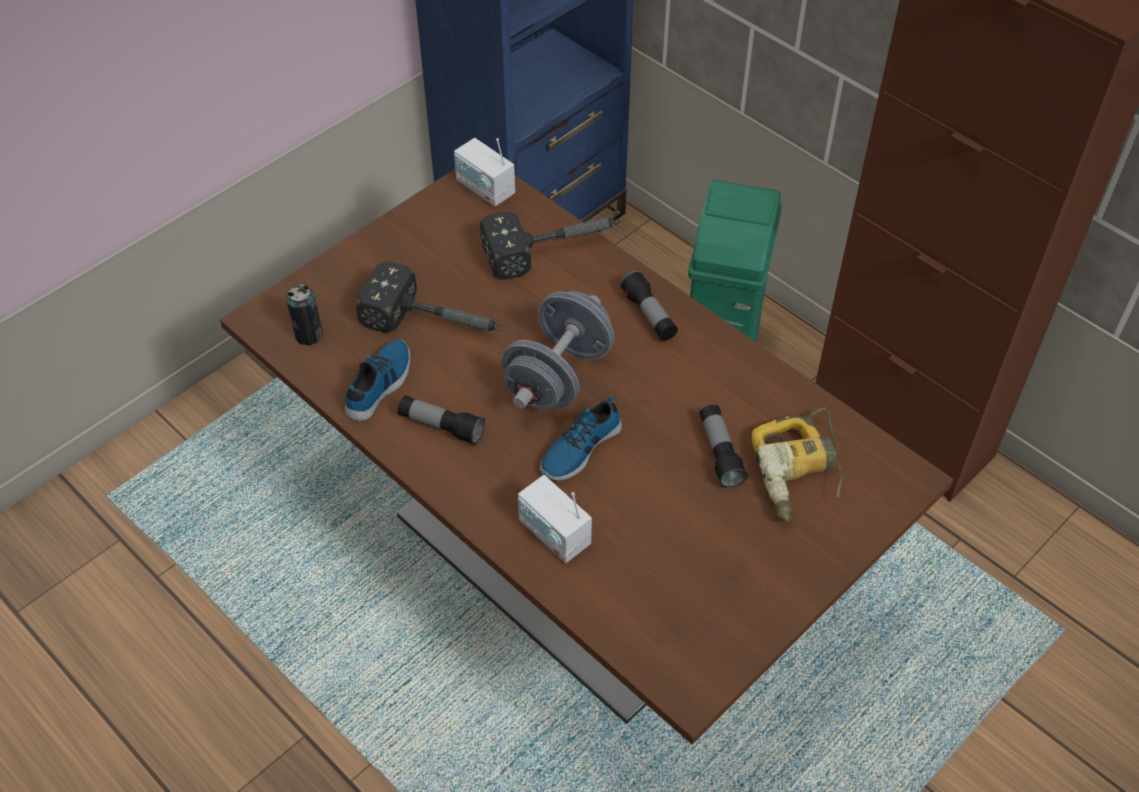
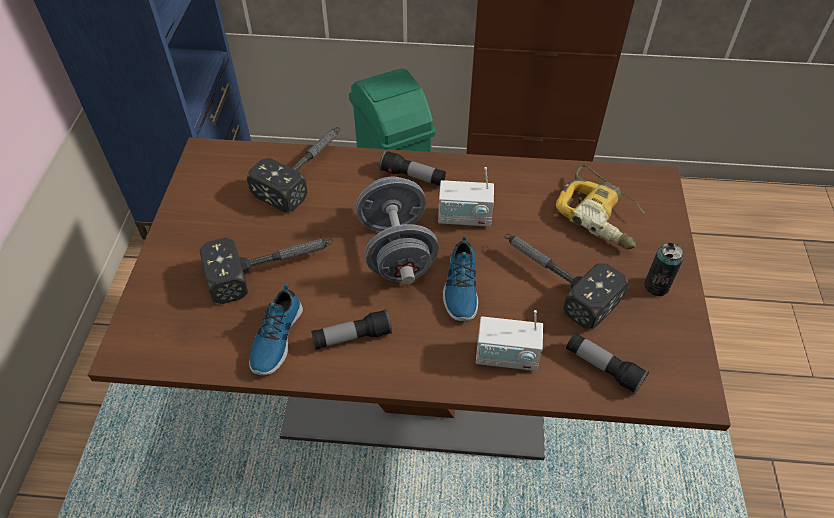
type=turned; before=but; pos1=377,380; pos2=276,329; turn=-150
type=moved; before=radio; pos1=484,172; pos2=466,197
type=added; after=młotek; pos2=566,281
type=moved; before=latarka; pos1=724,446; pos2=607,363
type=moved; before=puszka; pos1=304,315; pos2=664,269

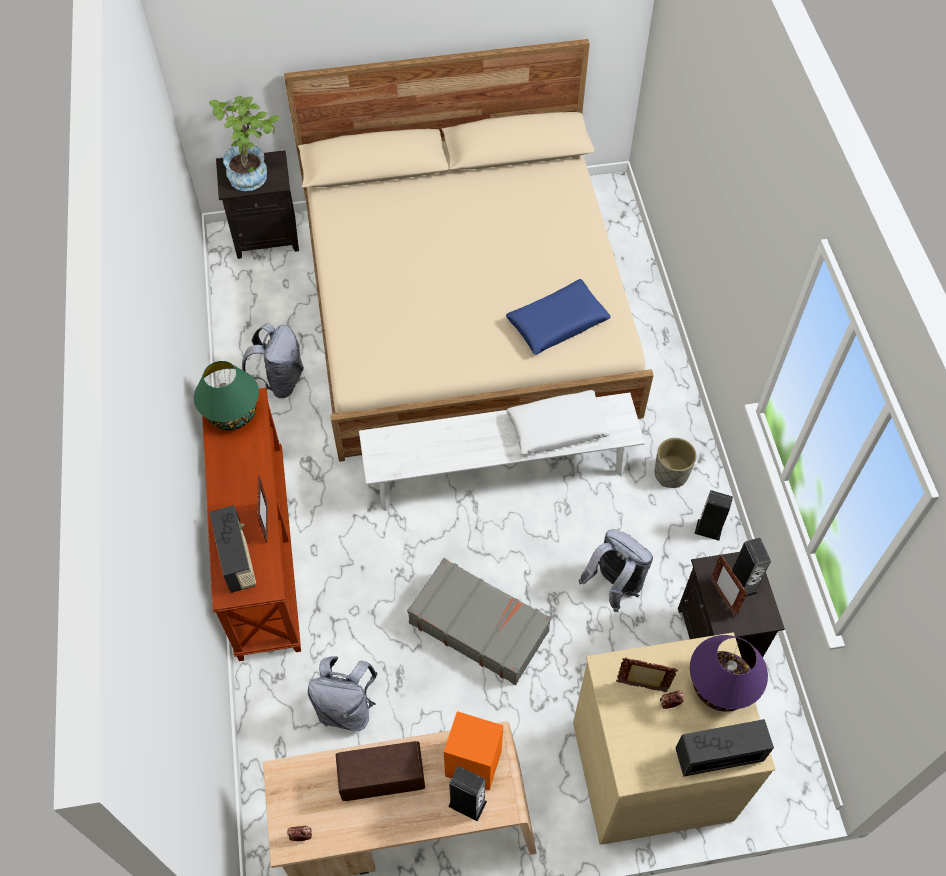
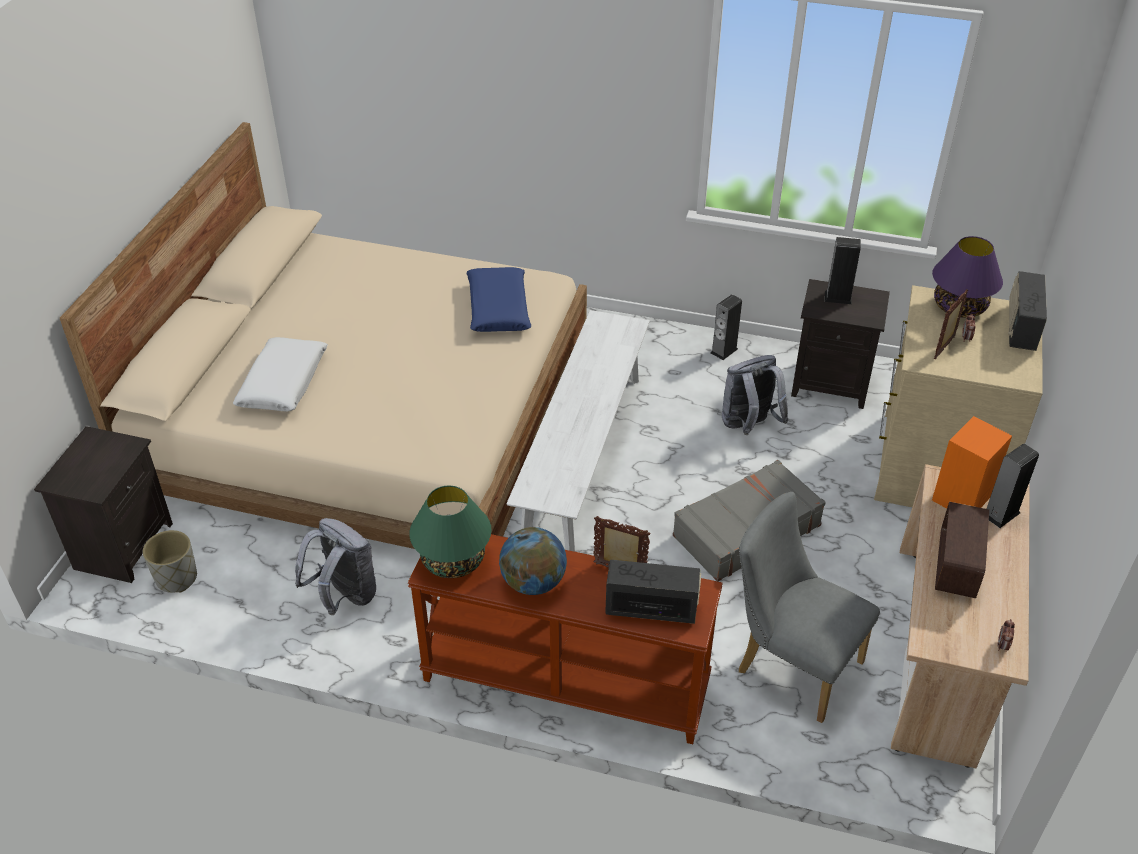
type=moved; before=donica/szary; pos1=675,463; pos2=170,561
type=moved; before=poduszka/biały; pos1=558,422; pos2=280,374
type=added; after=globus; pos2=533,561
type=replaced; before=plecak/szary; after=krzesło/szary; pos1=343,693; pos2=809,607
type=removed; before=roślina doniczkowa; pos1=244,143
type=removed; before=ramka na zdjęcie; pos1=729,586

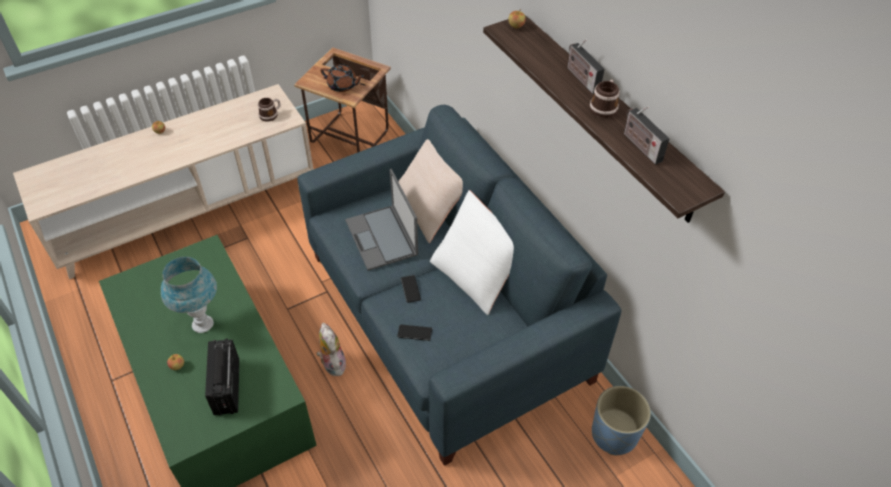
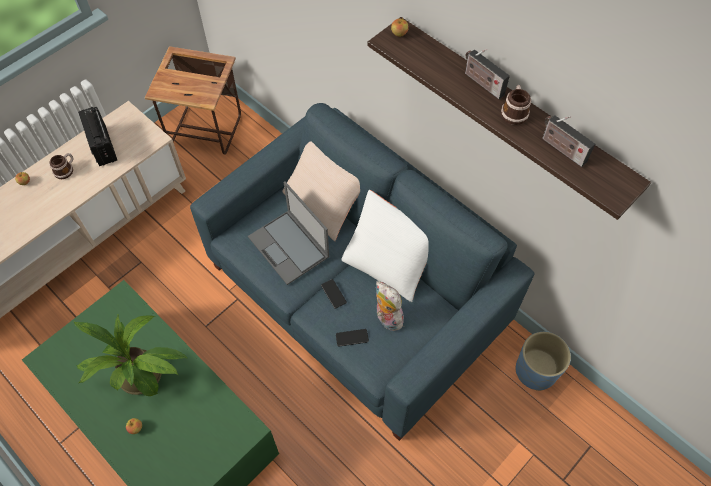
type=moved; before=kubek; pos1=269,110; pos2=61,166
type=replaced; before=lampa stołowa/niebieski; after=roślina doniczkowa; pos1=189,295; pos2=131,354
type=moved; before=radio; pos1=222,377; pos2=97,136
type=moved; before=pluszak; pos1=331,349; pos2=389,306
type=removed; before=imbryk/brązowy; pos1=342,78

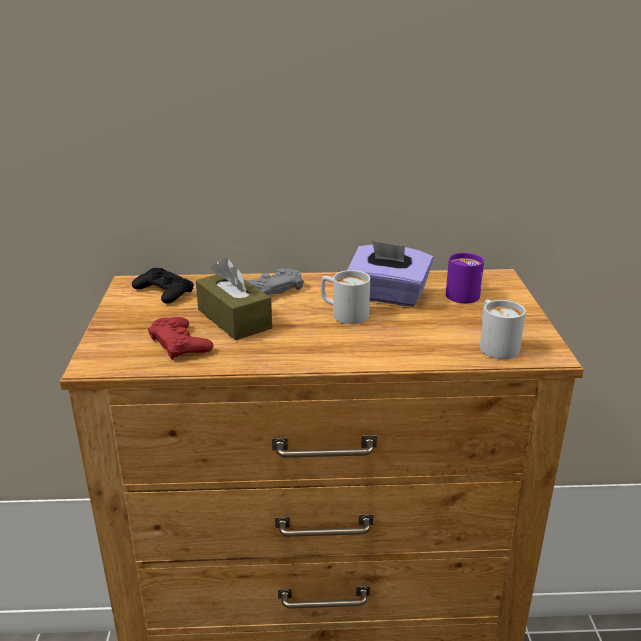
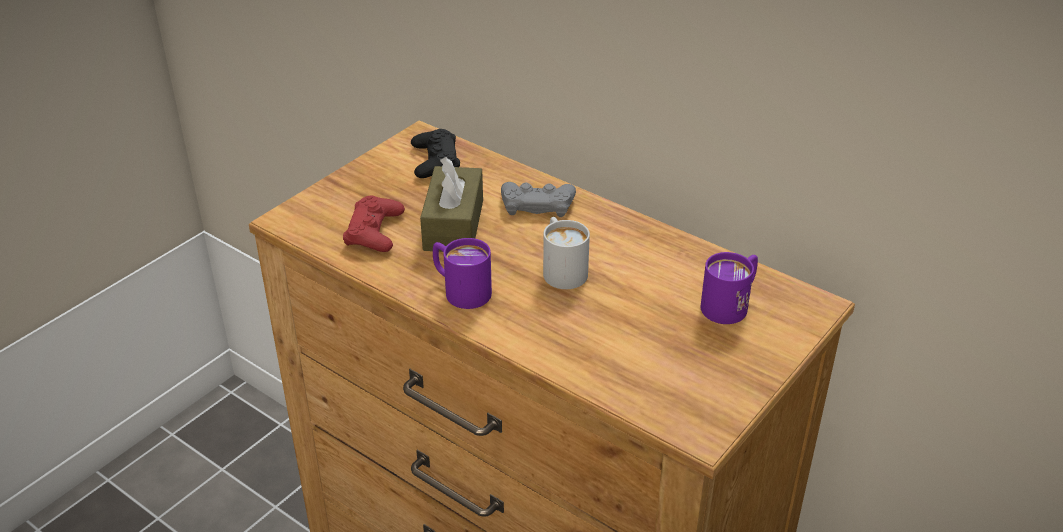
type=added; after=kubek/fioletowy; pos2=462,273
type=removed; before=pudełko chusteczek/fioletowy; pos1=390,274
type=removed; before=kubek/biały; pos1=503,329

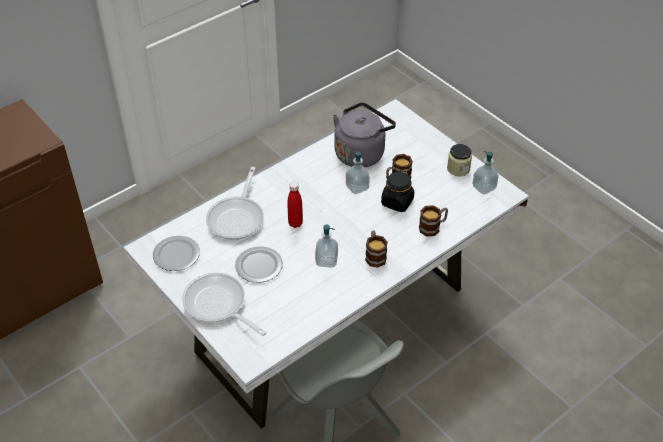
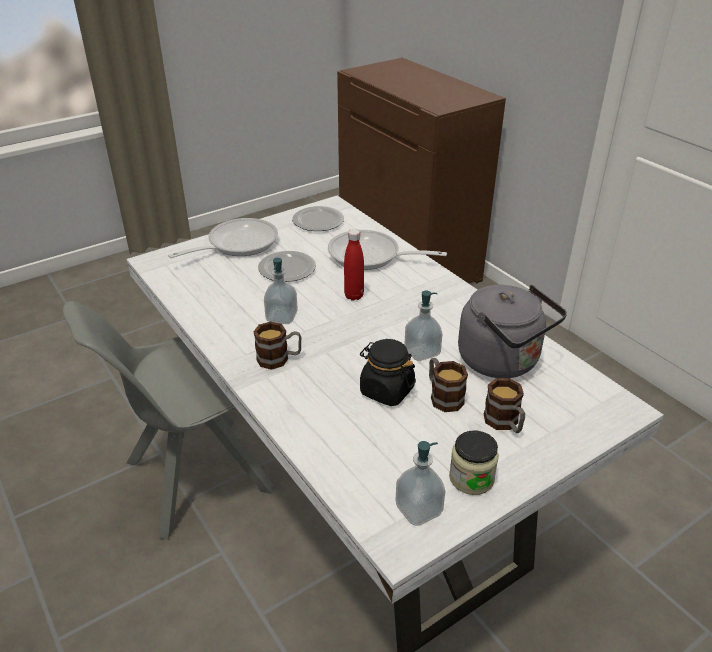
type=moved; before=kubek; pos1=433,220; pos2=504,405

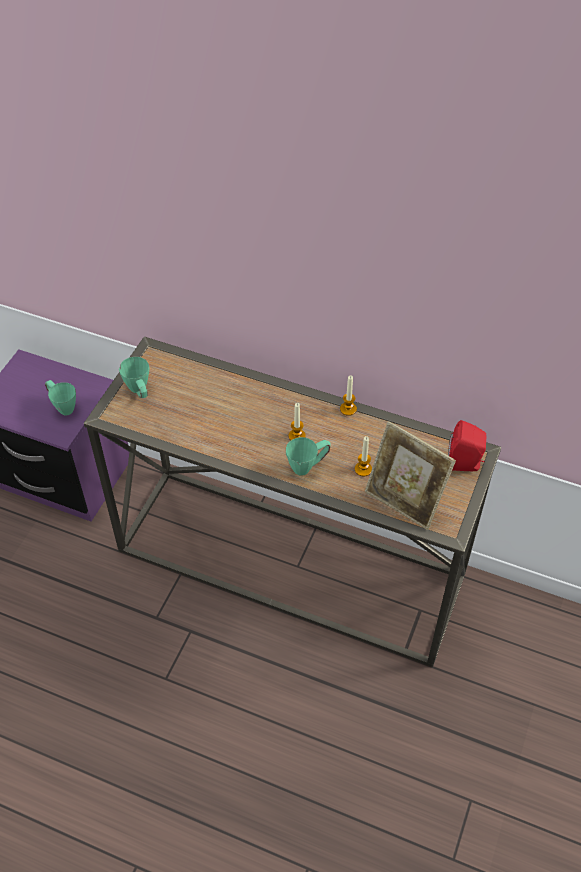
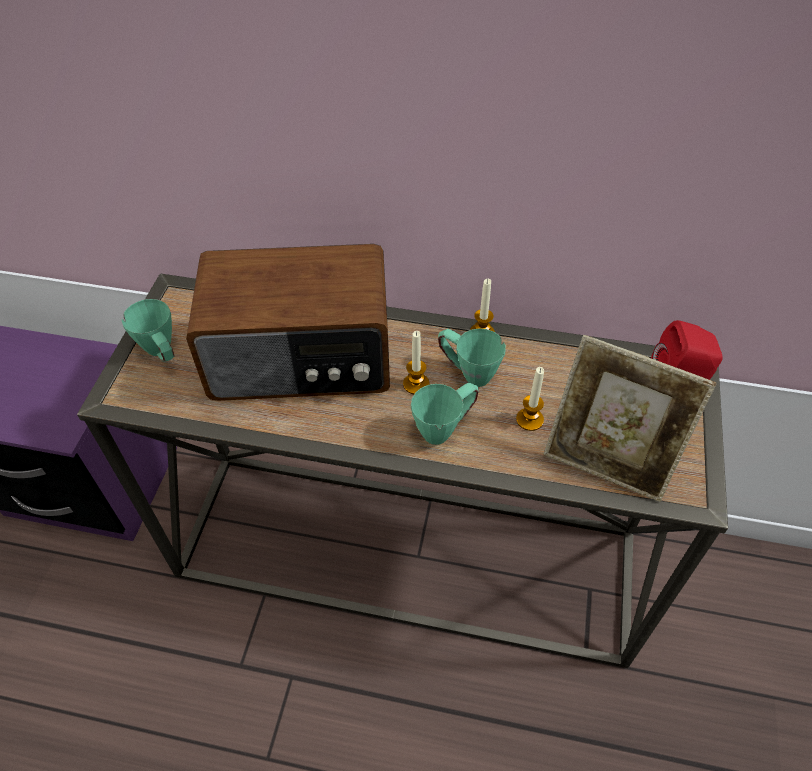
type=added; after=radio; pos2=288,322
type=moved; before=kubek/zielony; pos1=60,397; pos2=472,357

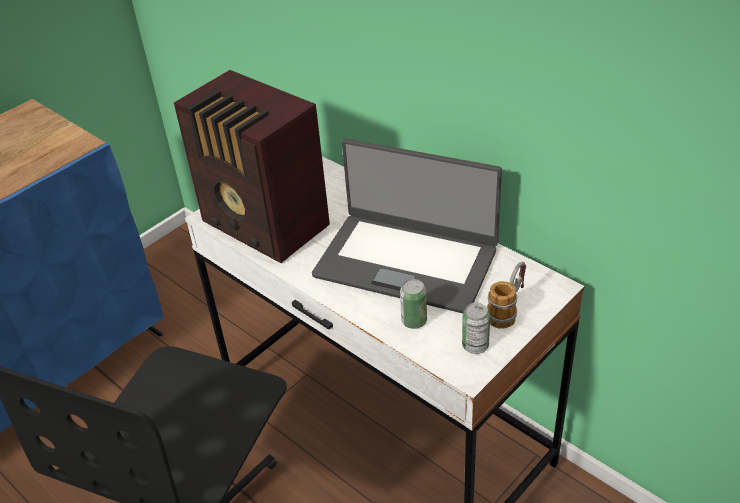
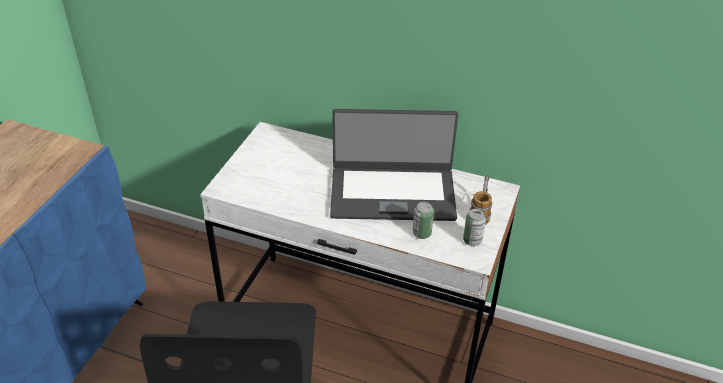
type=removed; before=radio; pos1=252,166

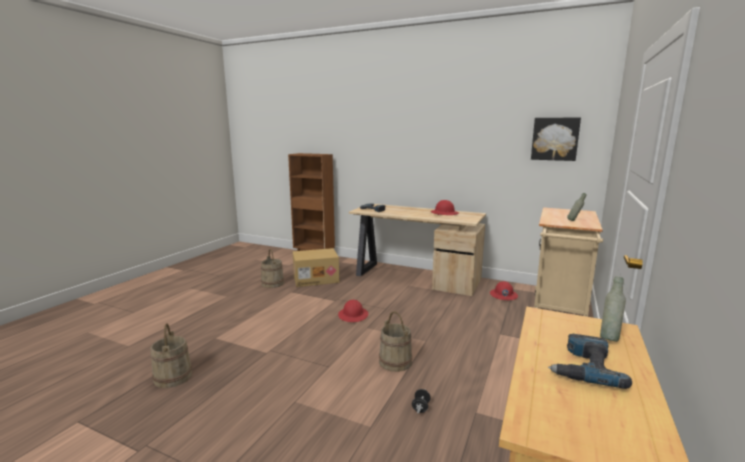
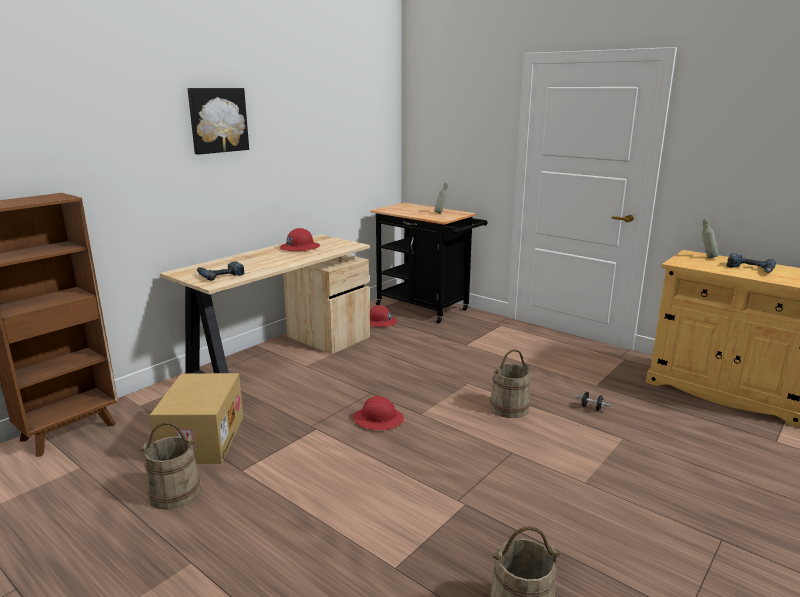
type=moved; before=obraz; pos1=556,139; pos2=218,121
type=recoloured; before=wózek/beżowy; after=wózek/czarny; pos1=568,262; pos2=428,263

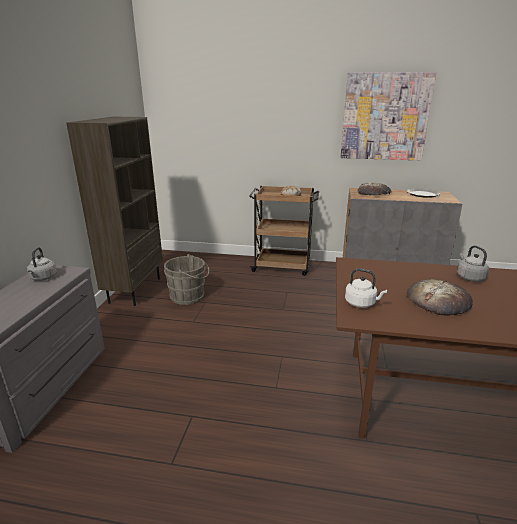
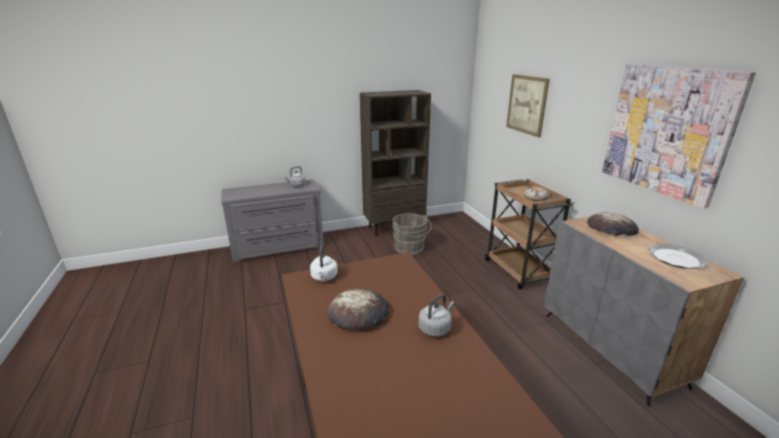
type=added; after=obraz; pos2=528,106

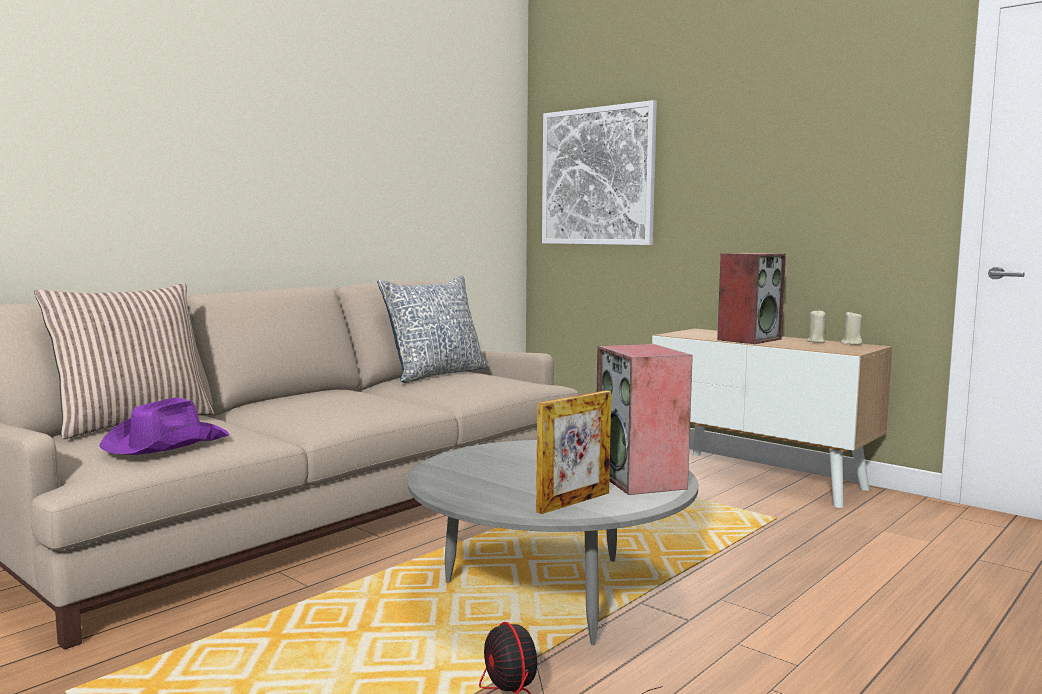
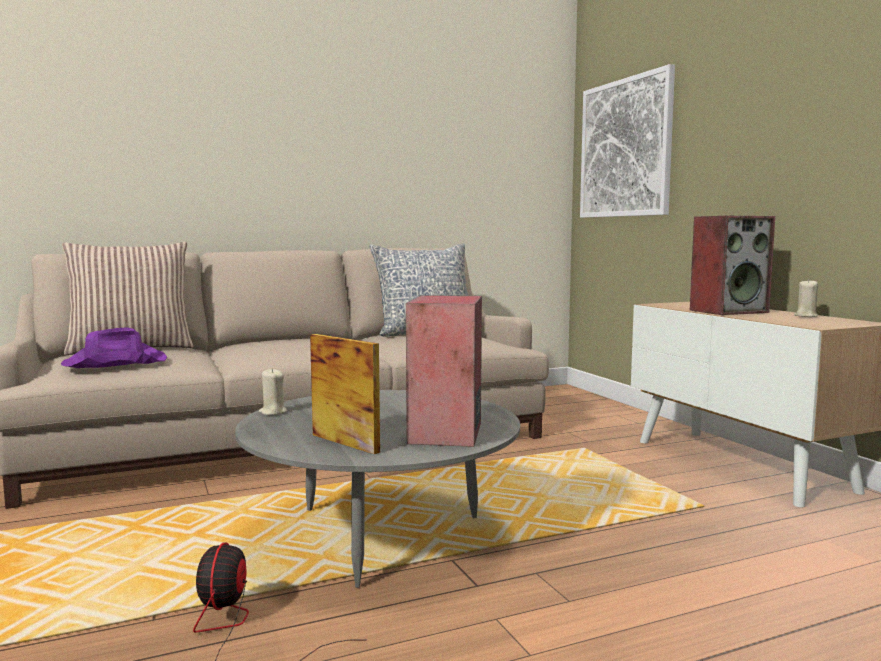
type=moved; before=świeca/beżowy; pos1=852,328; pos2=273,391
type=turned; before=ramka na zdjęcie; pos1=573,452; pos2=345,394; turn=-120

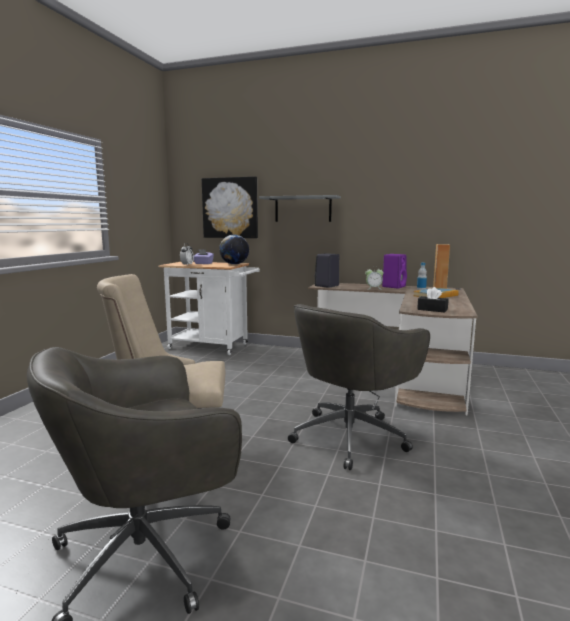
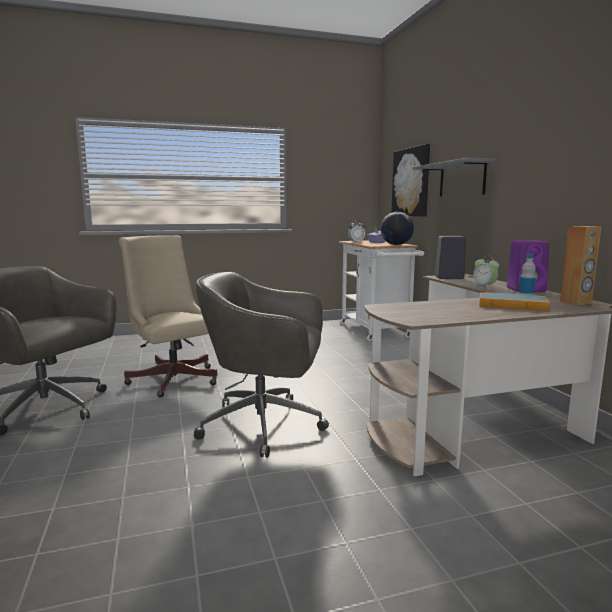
type=removed; before=pudełko chusteczek/czarny; pos1=433,299

